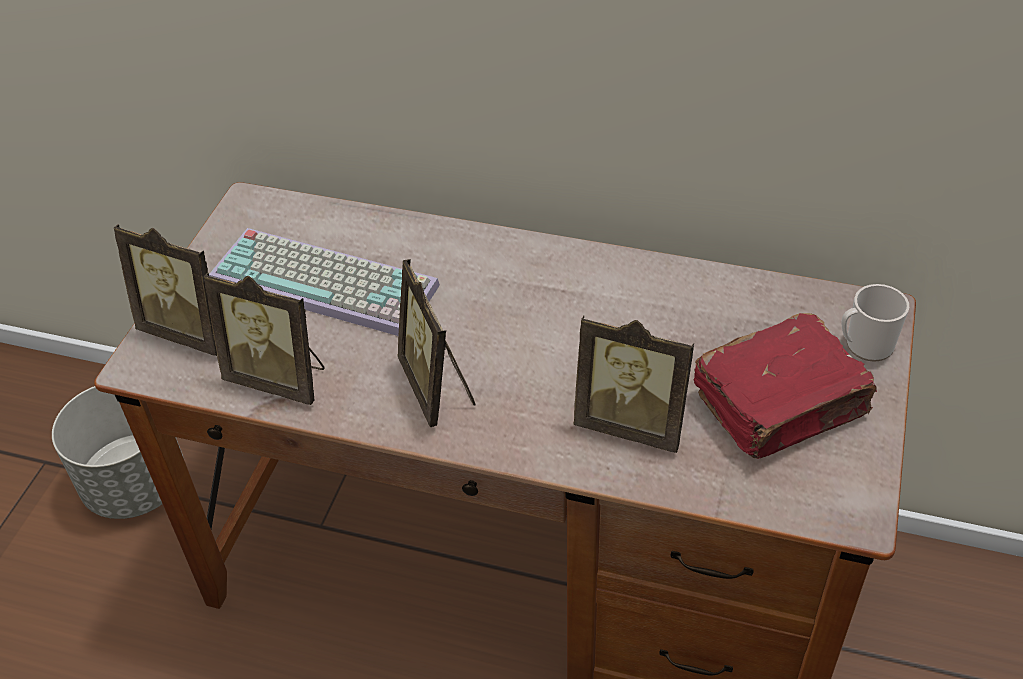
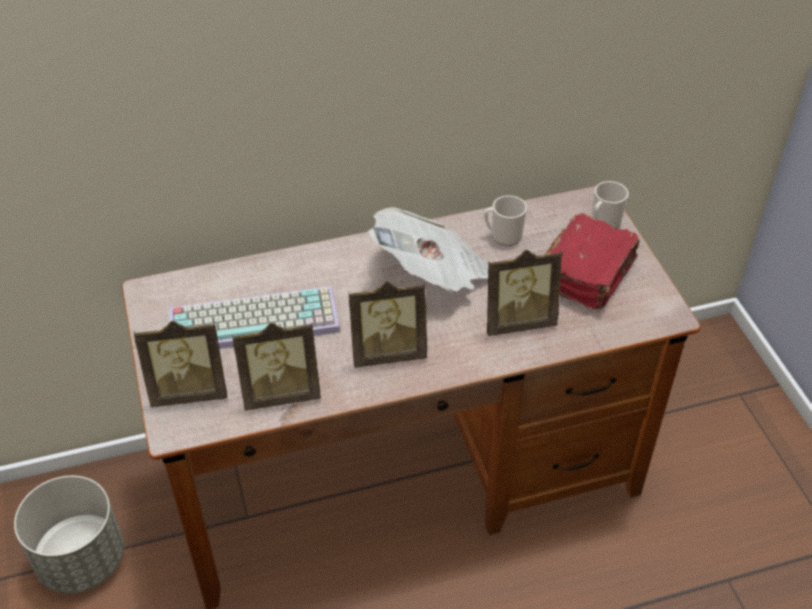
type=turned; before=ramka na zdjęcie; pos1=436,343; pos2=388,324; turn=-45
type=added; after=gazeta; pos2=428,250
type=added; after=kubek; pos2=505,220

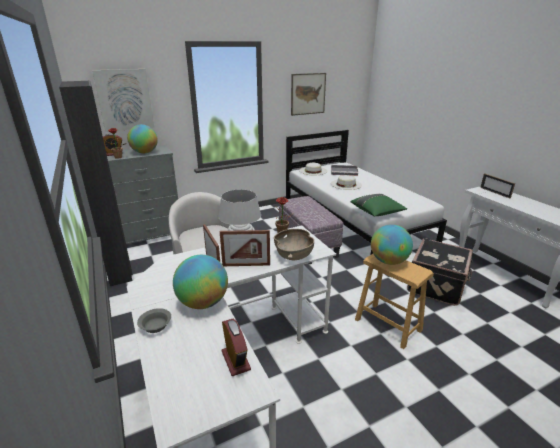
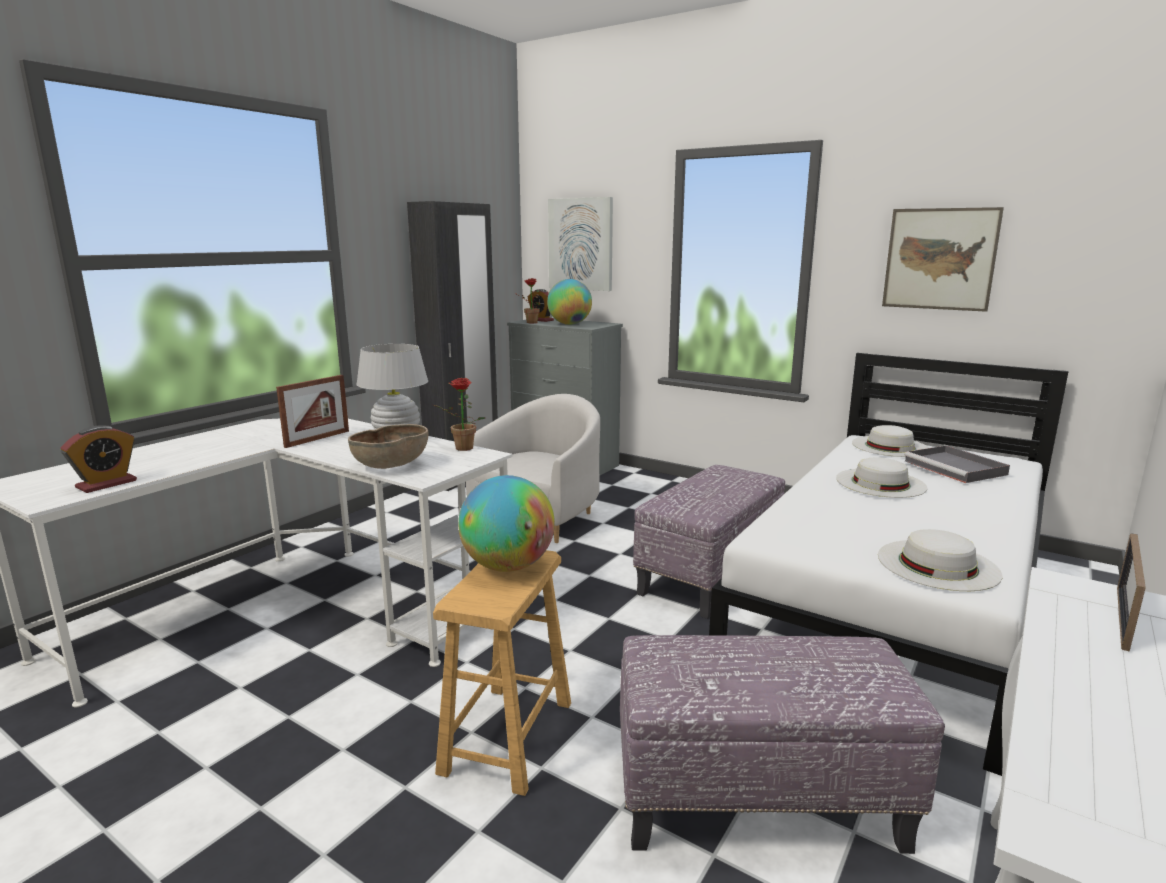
type=replaced; before=walizka/czarny; after=pufa; pos1=440,272; pos2=782,744
type=added; after=kapelusz/biały; pos2=940,560
type=removed; before=miska/szary; pos1=154,320
type=removed; before=globus; pos1=200,282
type=removed; before=ramka na zdjęcie; pos1=245,248
type=removed; before=poduszka/zielony; pos1=378,205

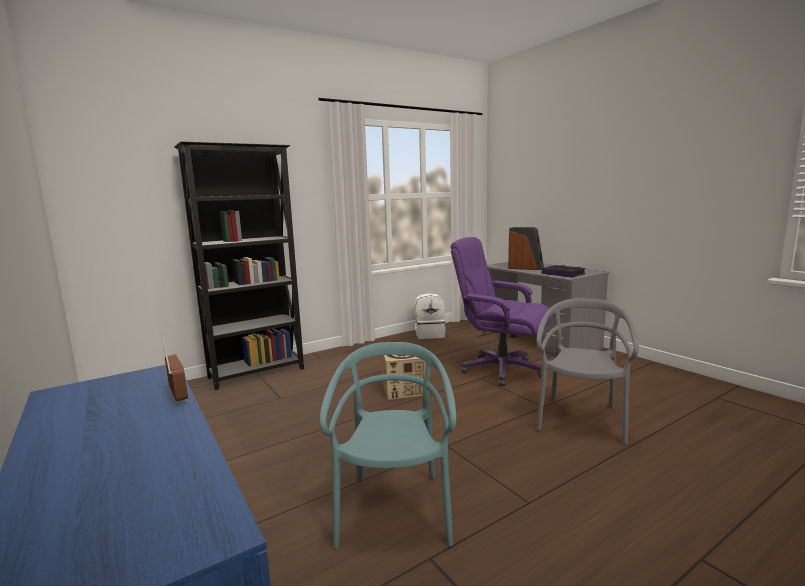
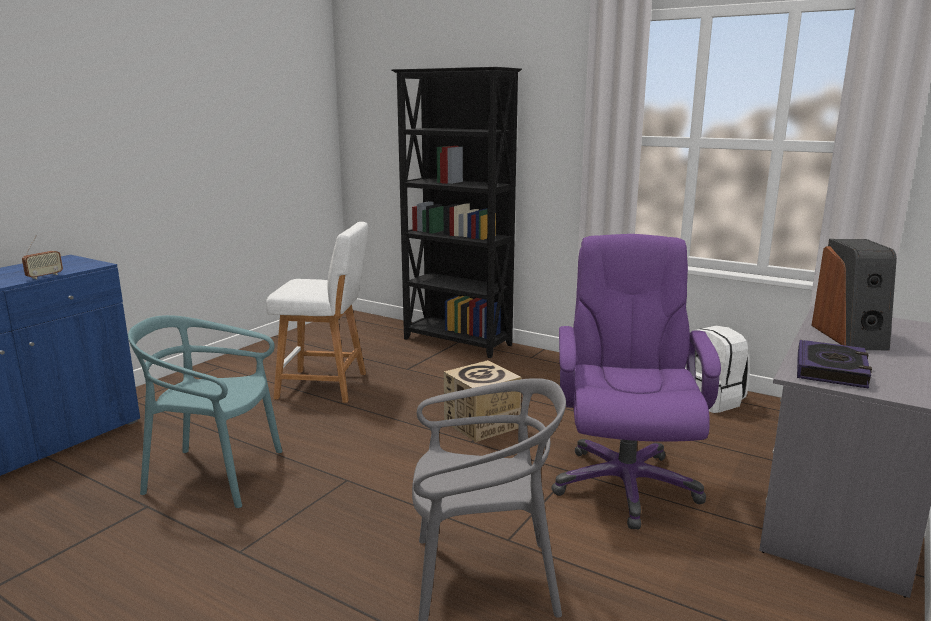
type=turned; before=krzesło/turkusowy; pos1=388,445; pos2=205,411; turn=-150
type=added; after=stołek/biały; pos2=317,312

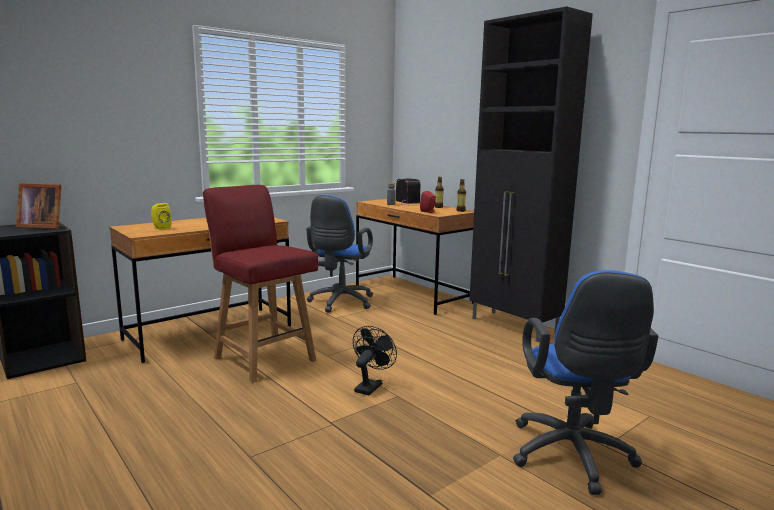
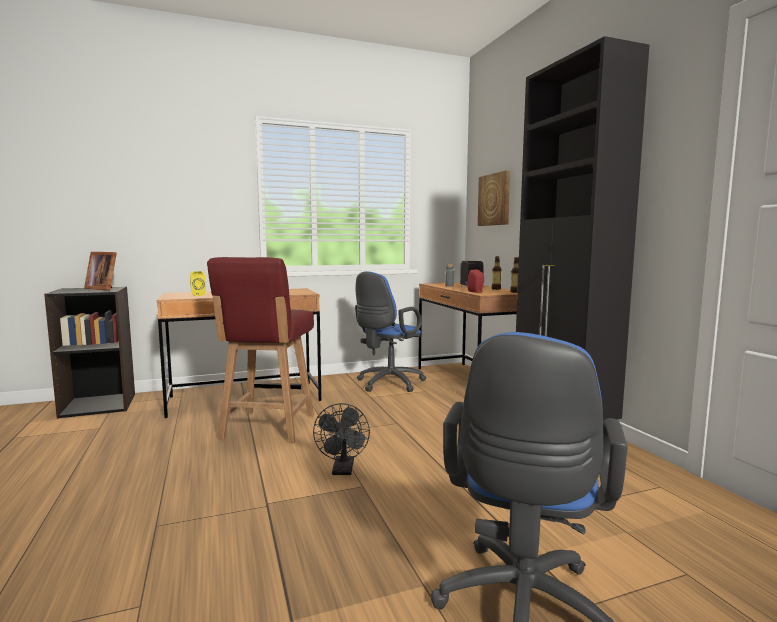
type=turned; before=krzesło/czerwony; pos1=260,284; pos2=260,350; turn=-150
type=turned; before=wentylator/czarny; pos1=375,360; pos2=341,439; turn=135
type=added; after=obraz; pos2=494,198

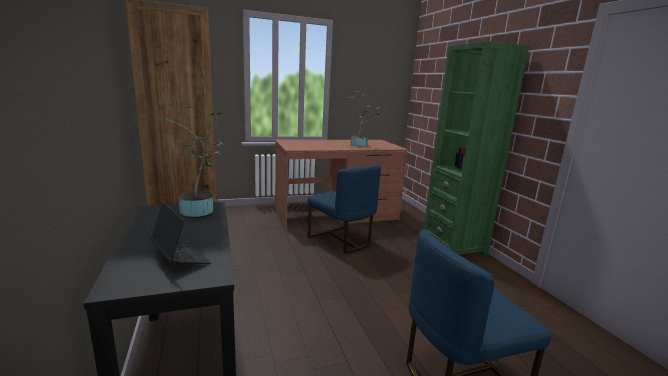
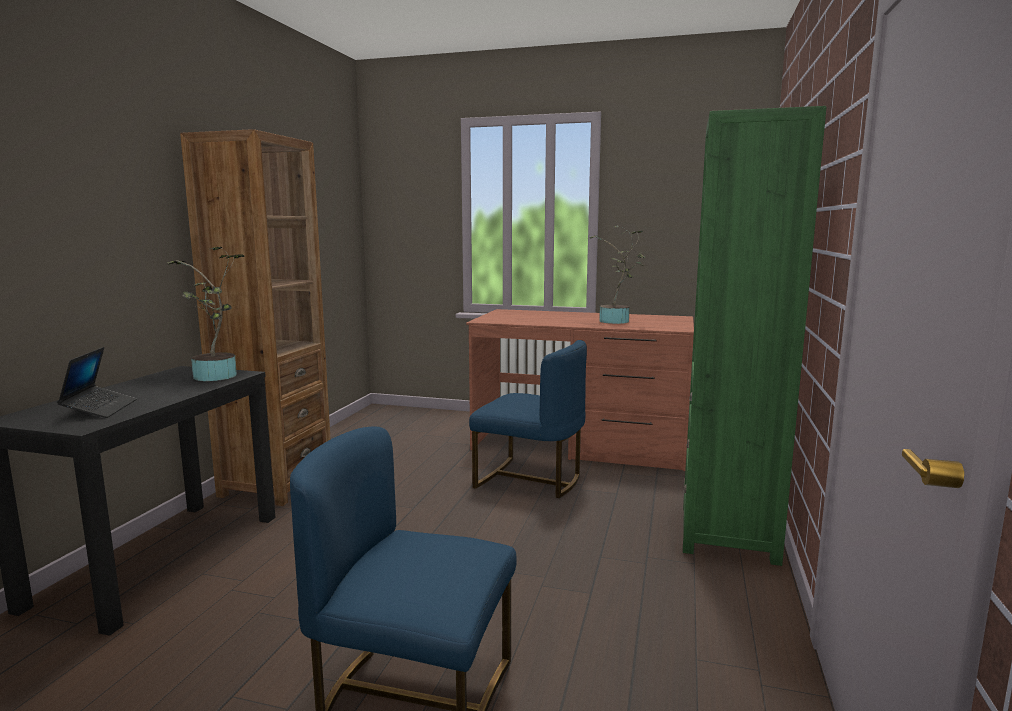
type=turned; before=krzesło/niebieski; pos1=344,209; pos2=528,419; turn=-60

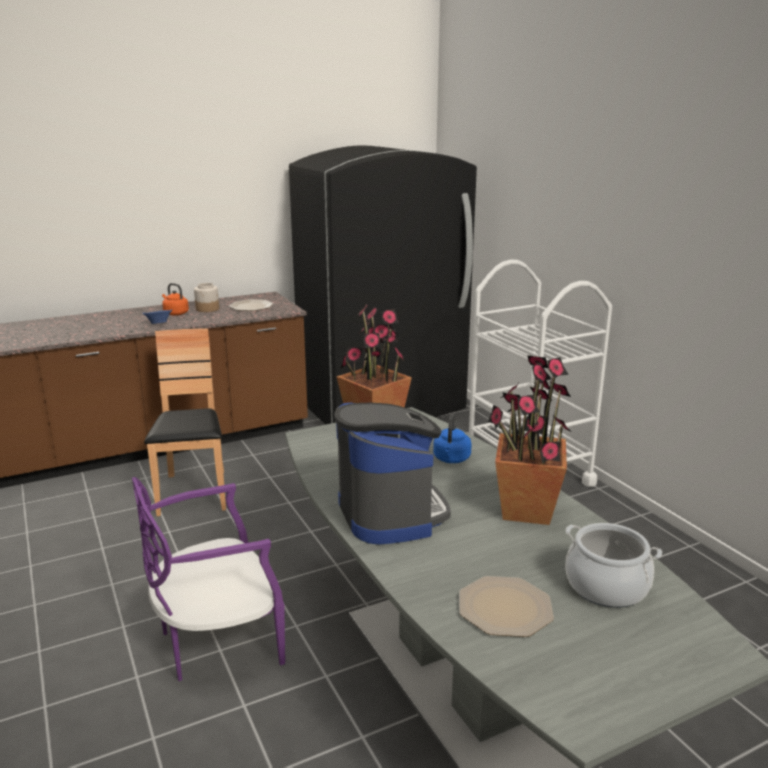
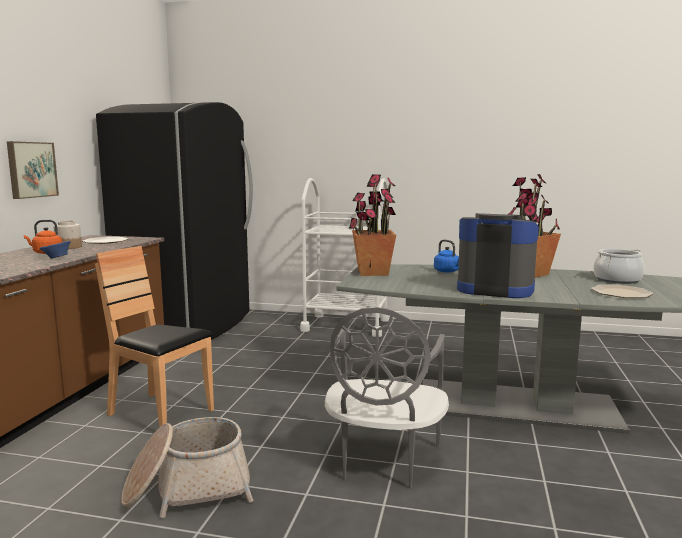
type=added; after=obraz; pos2=33,170
type=added; after=koszyk; pos2=187,467
type=recoloured; before=krzesło/fioletowy; after=krzesło/szary; pos1=208,579; pos2=387,398

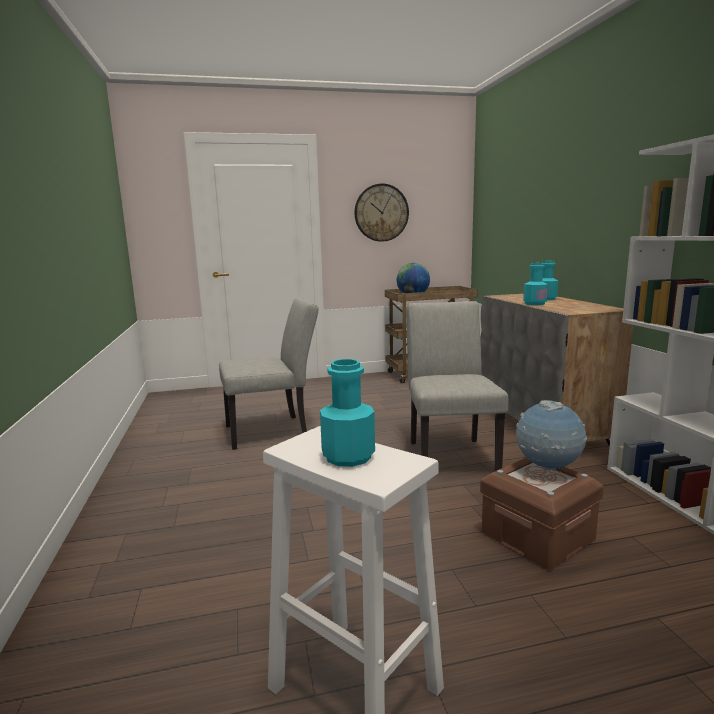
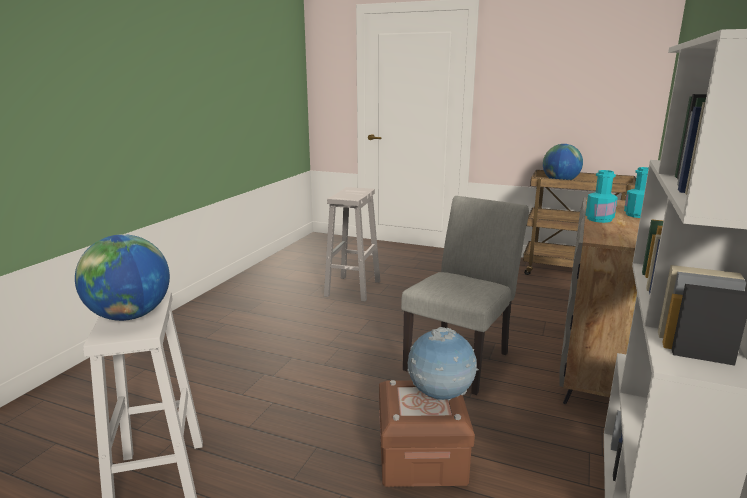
type=replaced; before=butelka/turkusowy; after=globus; pos1=347,413; pos2=122,277
type=replaced; before=krzesło/szary; after=stołek/biały; pos1=269,373; pos2=352,244
type=removed; before=zegar ścienny; pos1=381,212

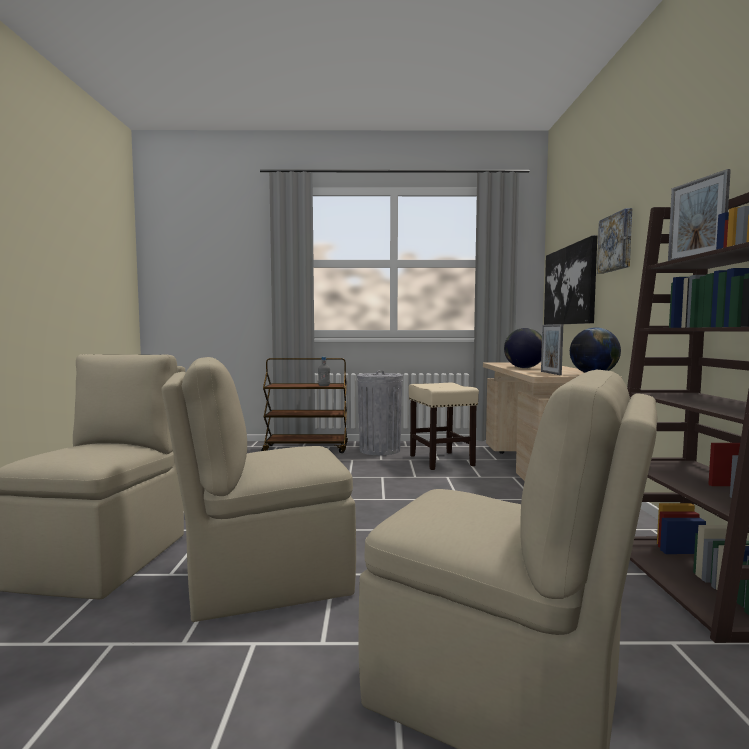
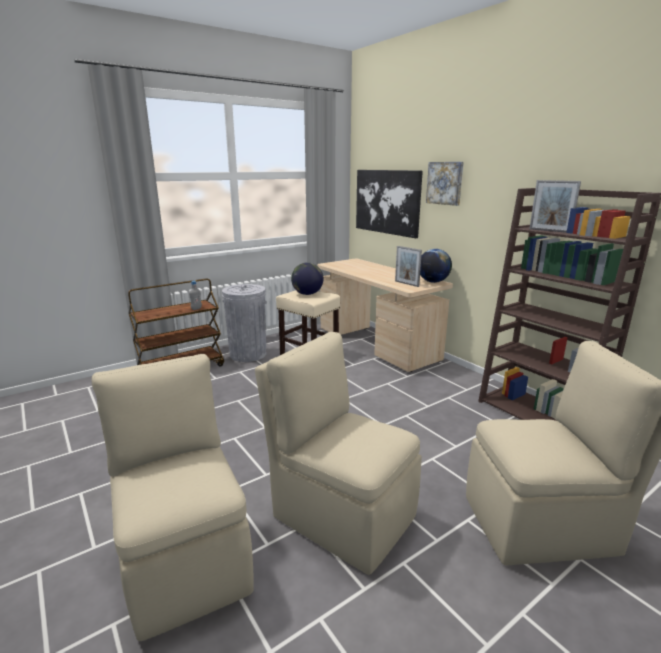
type=turned; before=krzesło/beżowy; pos1=258,489; pos2=338,453; turn=90
type=moved; before=globus; pos1=523,348; pos2=307,278

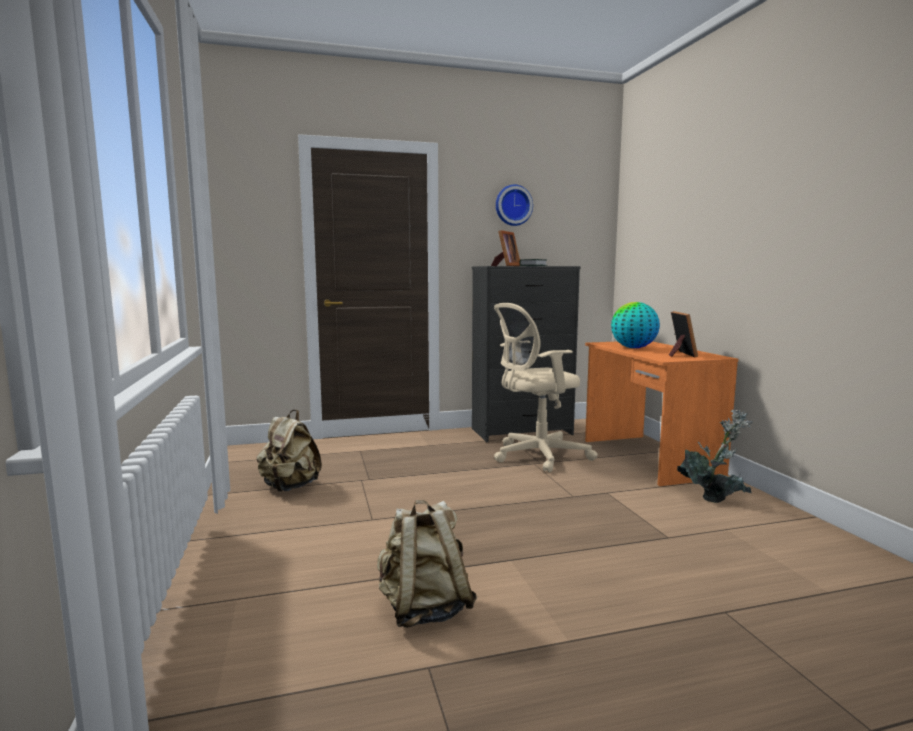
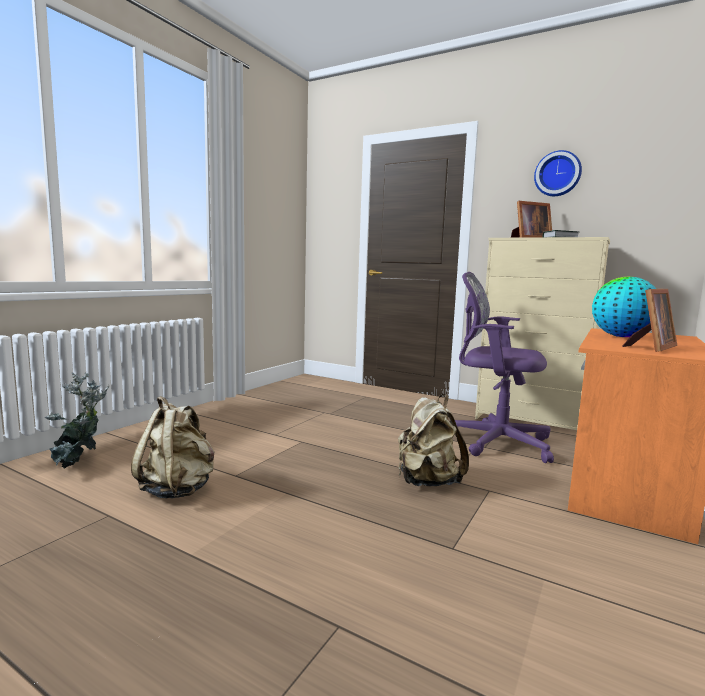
type=moved; before=roślina doniczkowa; pos1=715,456; pos2=77,420
type=moved; before=plecak/beżowy; pos1=289,450; pos2=433,440
type=recoloured; before=krzesło biurowe/beżowy; after=krzesło biurowe/fioletowy; pos1=546,387; pos2=504,367
type=recoloured; before=komoda/czarny; after=komoda/beżowy; pos1=526,354; pos2=542,333

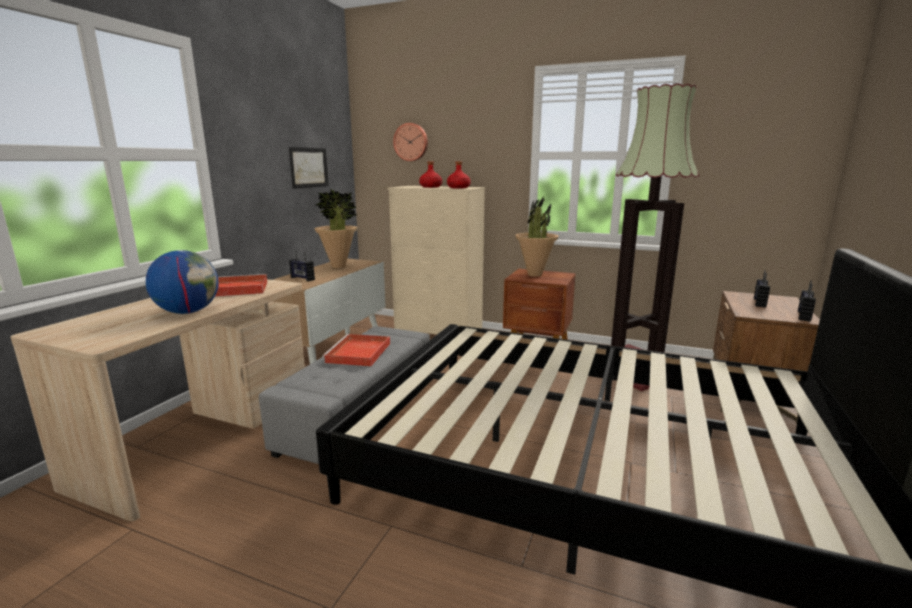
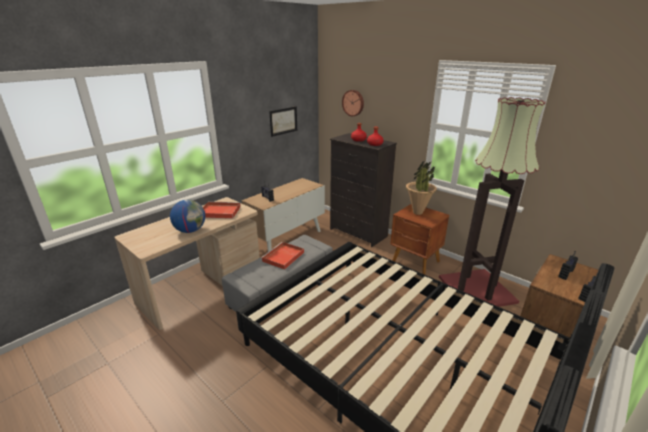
type=recoloured; before=komoda/beżowy; after=komoda/czarny; pos1=436,260; pos2=363,190
type=removed; before=roślina doniczkowa; pos1=336,228

